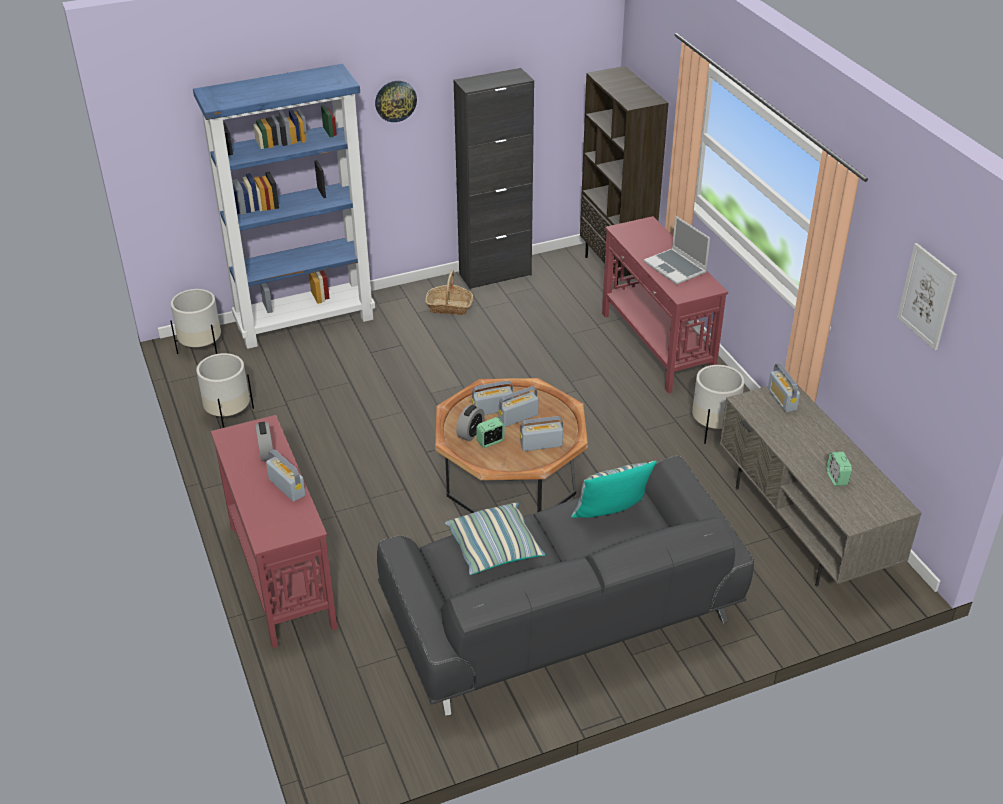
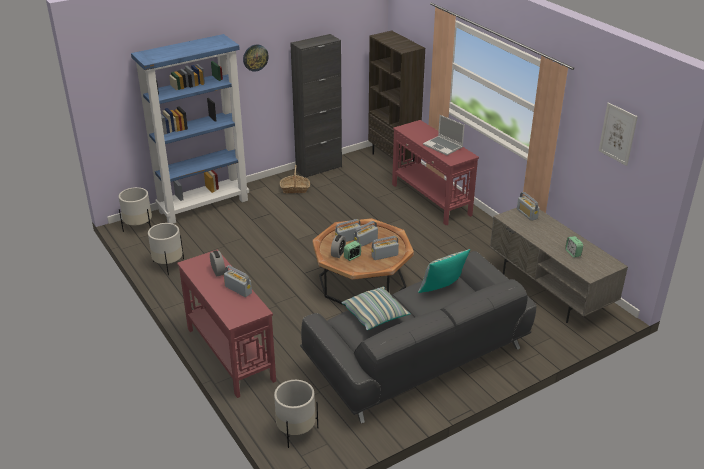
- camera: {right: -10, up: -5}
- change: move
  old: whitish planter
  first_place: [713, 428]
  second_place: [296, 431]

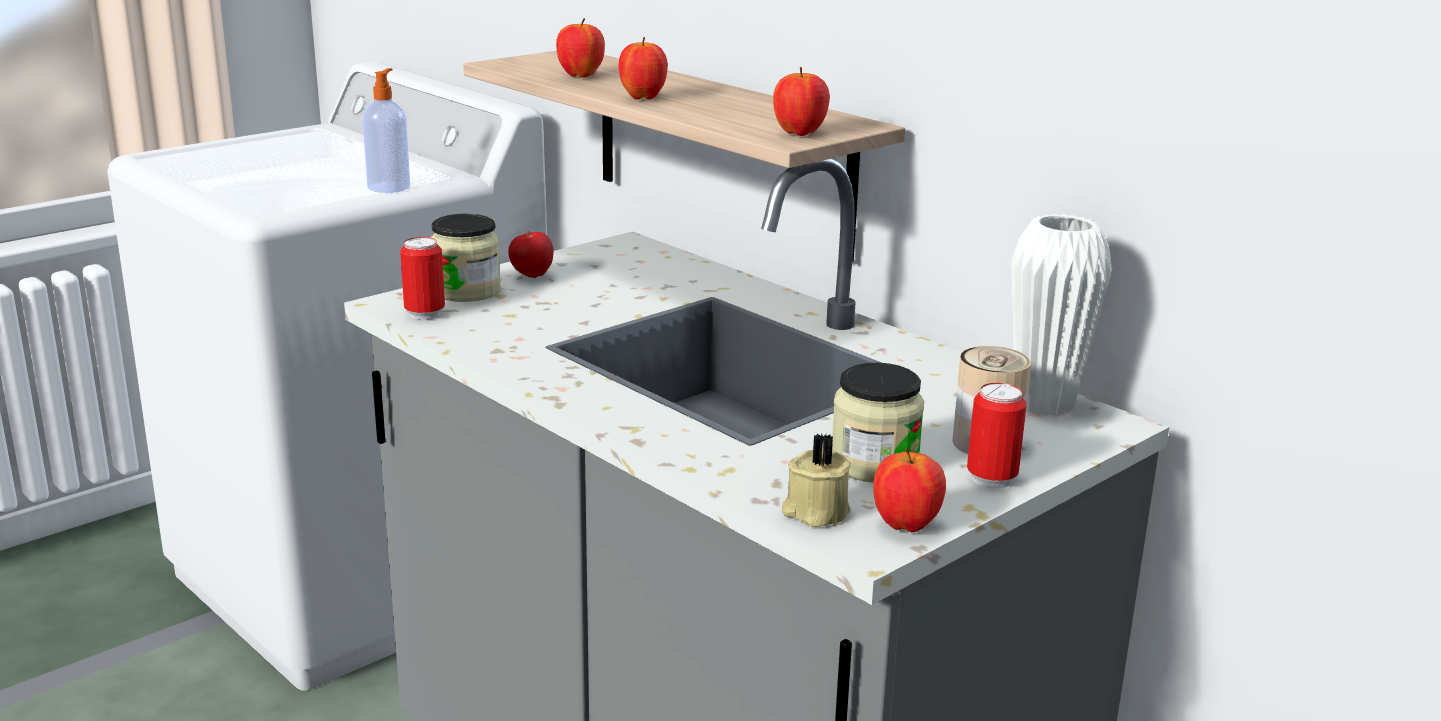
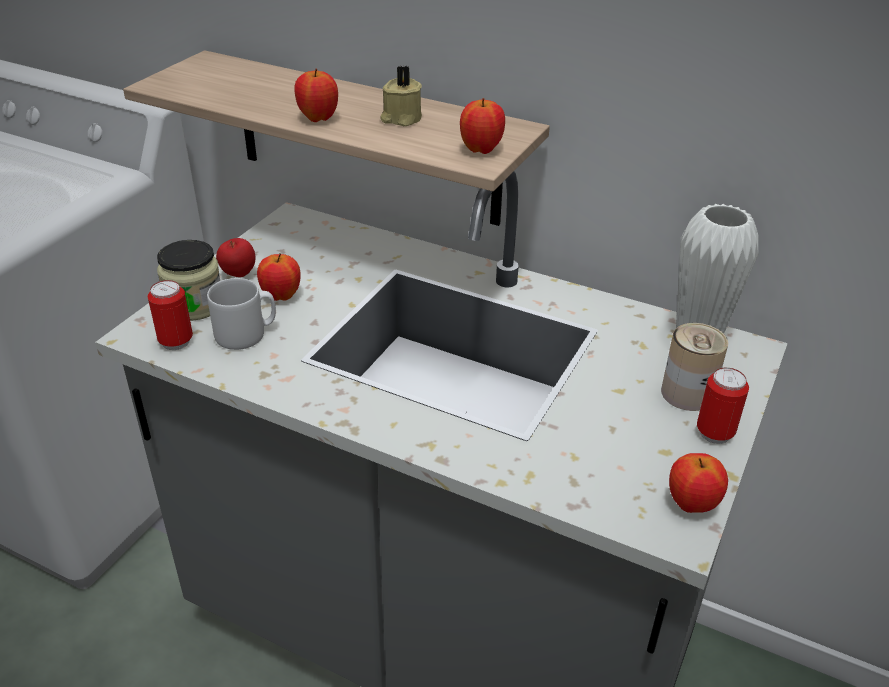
- camera: {right: -20, up: 15}
- change: delete
  old: liquid soap bottle
  first_place: [389, 187]
- change: delete
  old: storage jar
  first_place: [874, 464]
- change: insert
  new: greyish tea mug
  second_place: [246, 334]
- change: move
  old: apple fruit
  first_place: [581, 76]
  second_place: [281, 296]
- change: move
  old: beige-coloured wax light
  first_place: [815, 512]
  second_place: [401, 119]

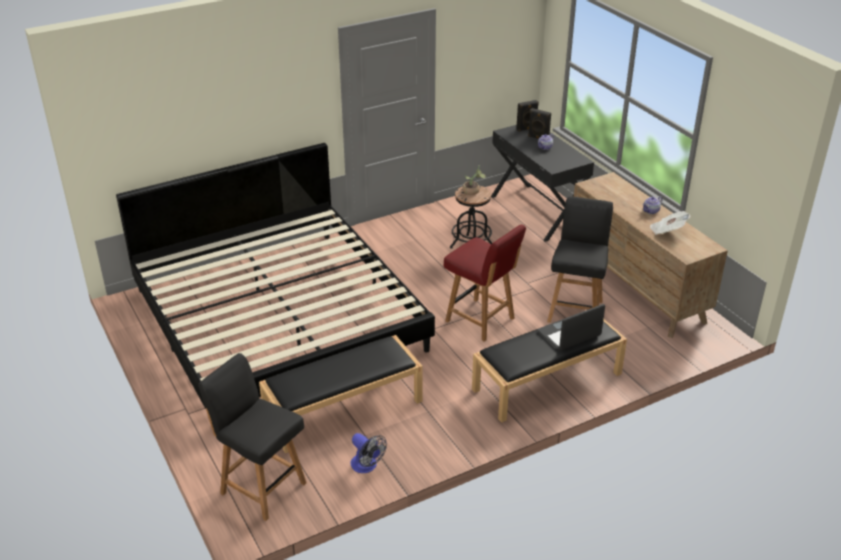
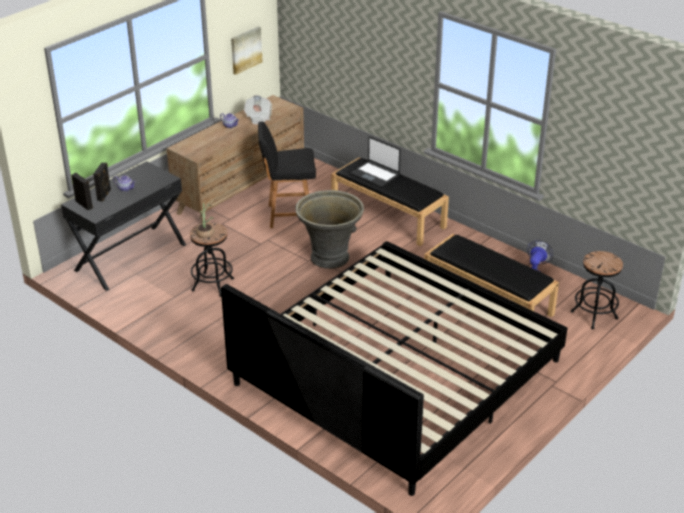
- camera: {right: -110, up: 0}
- change: insert
  new: picture
  second_place: [245, 50]
- change: replace
  old: black-coloured upright chair
  new: black-coloured sitting stool
  first_place: [262, 487]
  second_place: [594, 315]
- change: replace
  old: red-coloured upright chair
  new: greyish planter
  first_place: [481, 320]
  second_place: [330, 257]

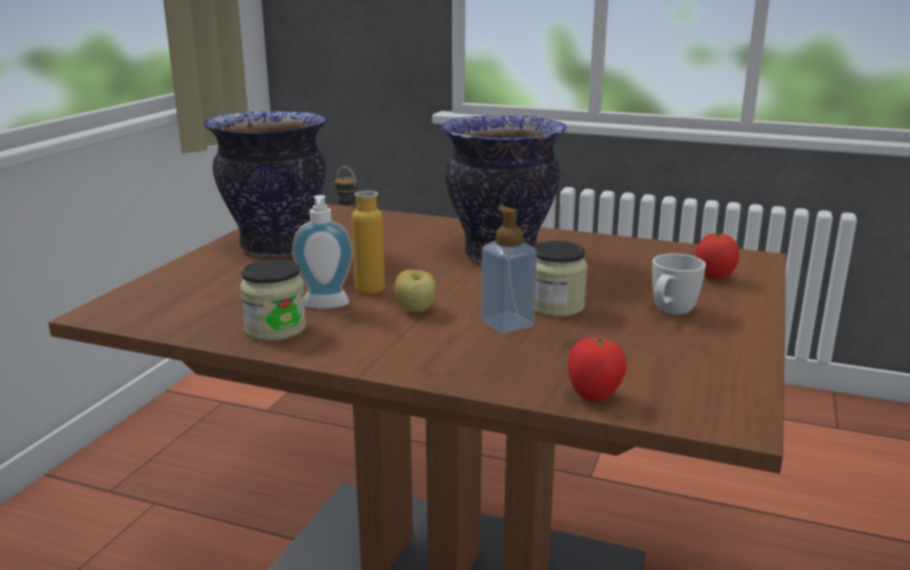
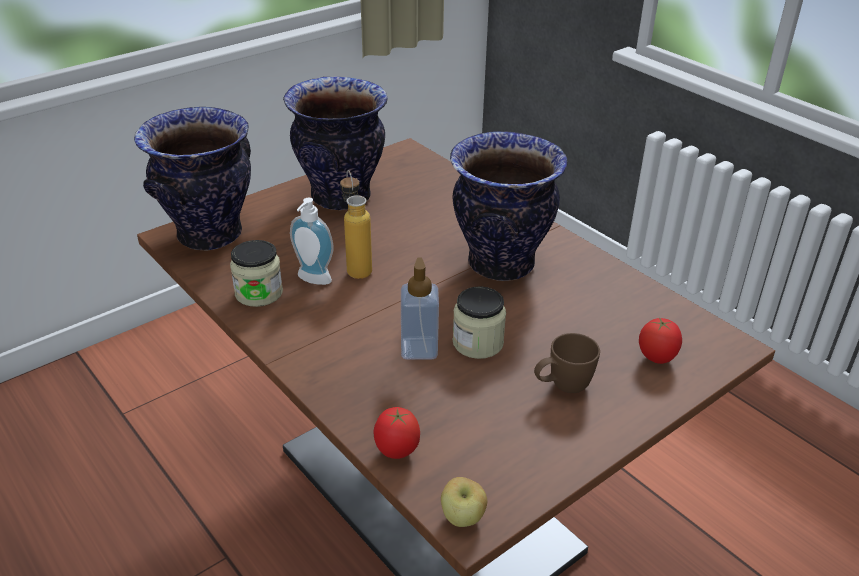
- camera: {right: 30, up: 15}
- change: insert
  new: vase
  second_place: [209, 235]
- change: move
  old: apple fruit
  first_place: [416, 310]
  second_place: [463, 518]
- change: recolor
  old: whitish tea mug
  new: brownish tea mug
  first_place: [670, 313]
  second_place: [562, 387]

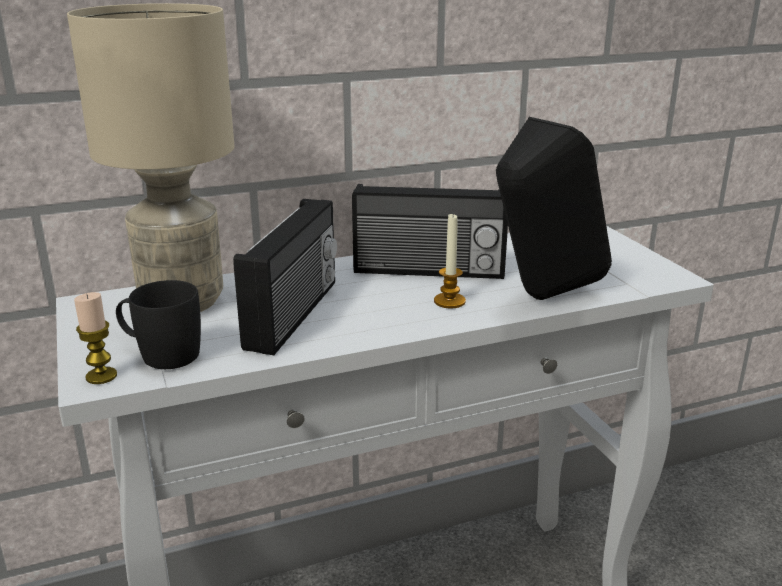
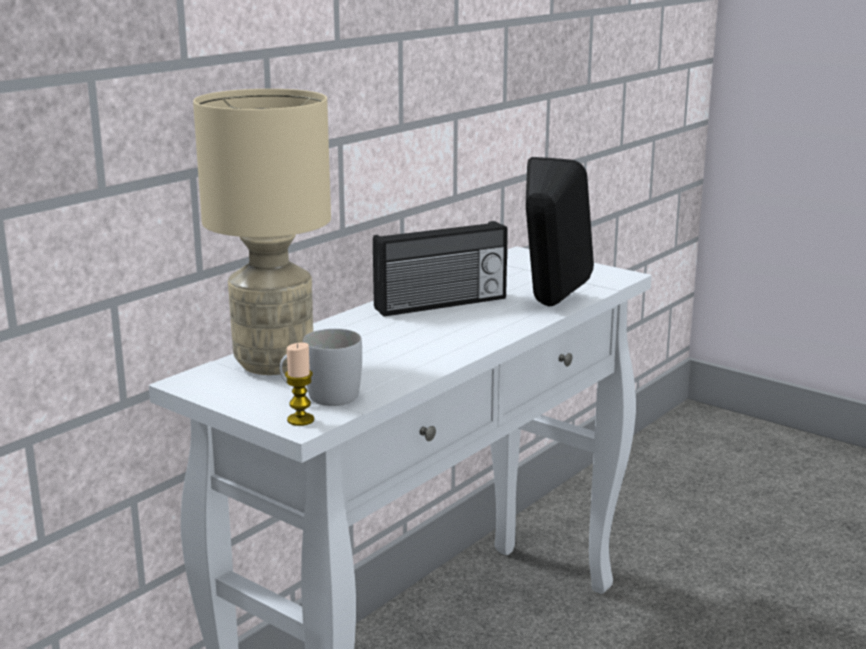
- camera: {right: -30, up: -5}
- change: delete
  old: radio receiver
  first_place: [295, 314]
- change: delete
  old: wax light
  first_place: [449, 301]
- change: recolor
  old: black-coloured tea mug
  new: whitish tea mug
  first_place: [160, 354]
  second_place: [322, 397]

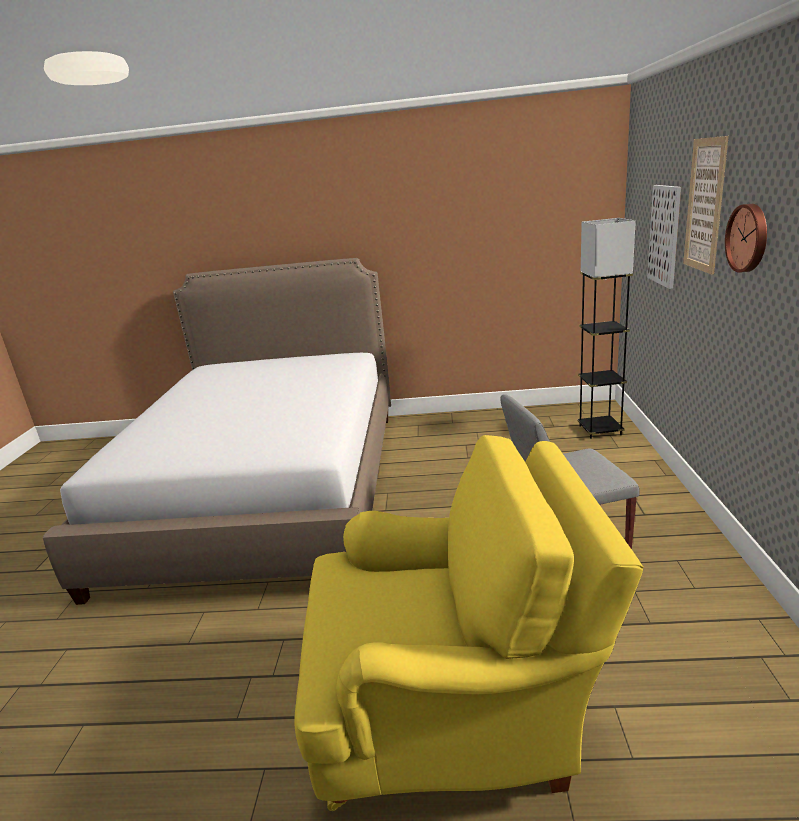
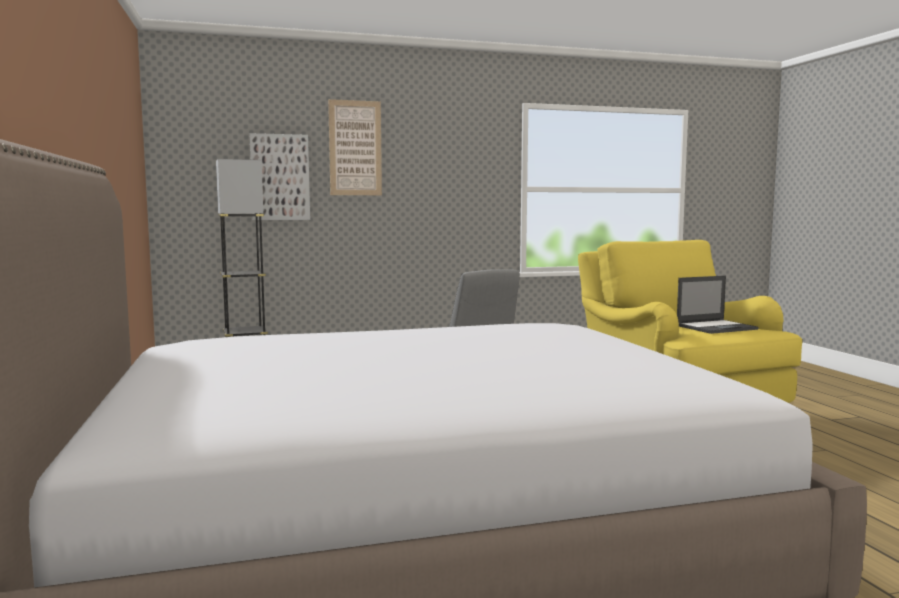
- camera: {right: -110, up: -15}
- change: delete
  old: hanging clock
  first_place: [749, 238]
- change: insert
  new: portable computer
  second_place: [716, 327]

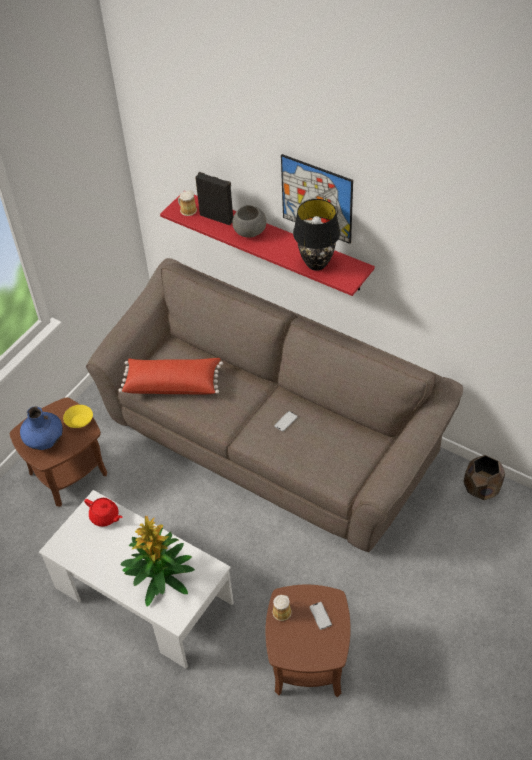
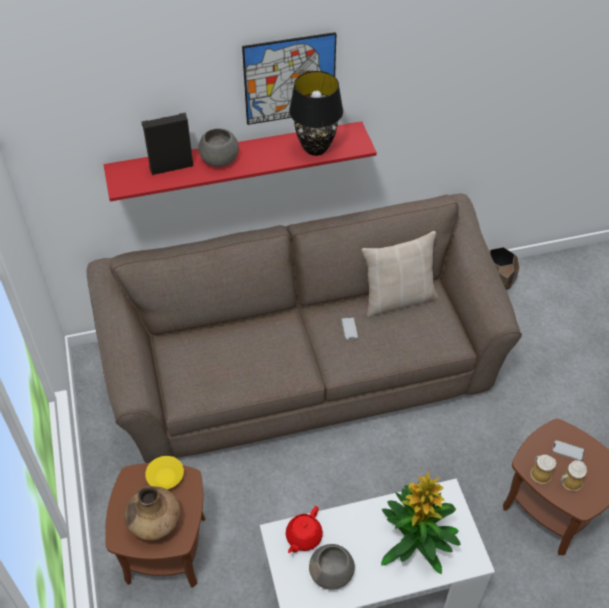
- camera: {right: -50, up: 0}
- change: delete
  old: red-coloured throw pillow
  first_place: [172, 383]
- change: insert
  new: greyish serving bowl
  second_place: [332, 573]
- change: insert
  new: beige-coloured throw pillow
  second_place: [398, 299]
- change: move
  old: tea mug
  first_place: [187, 210]
  second_place: [570, 482]
- change: recolor
  old: bluish vase
  new: brownish vase
  first_place: [45, 440]
  second_place: [155, 523]
- change: rotate
  old: red-coloured pot for tea
  first_place: [105, 517]
  second_place: [303, 537]
  degrees: 135

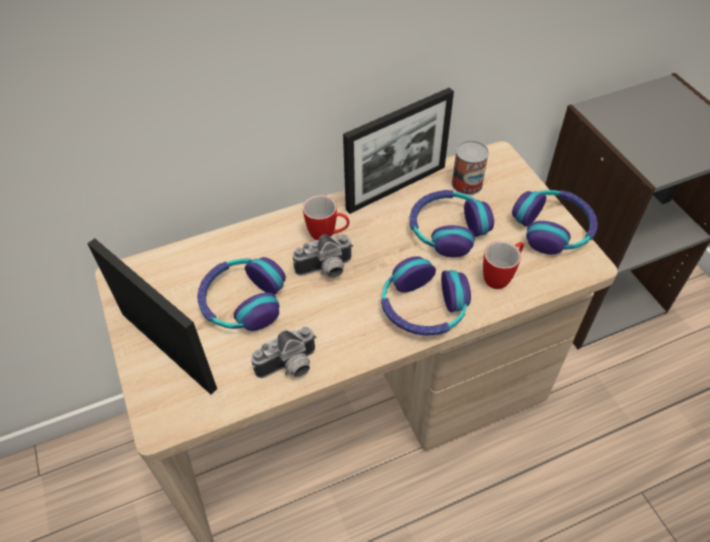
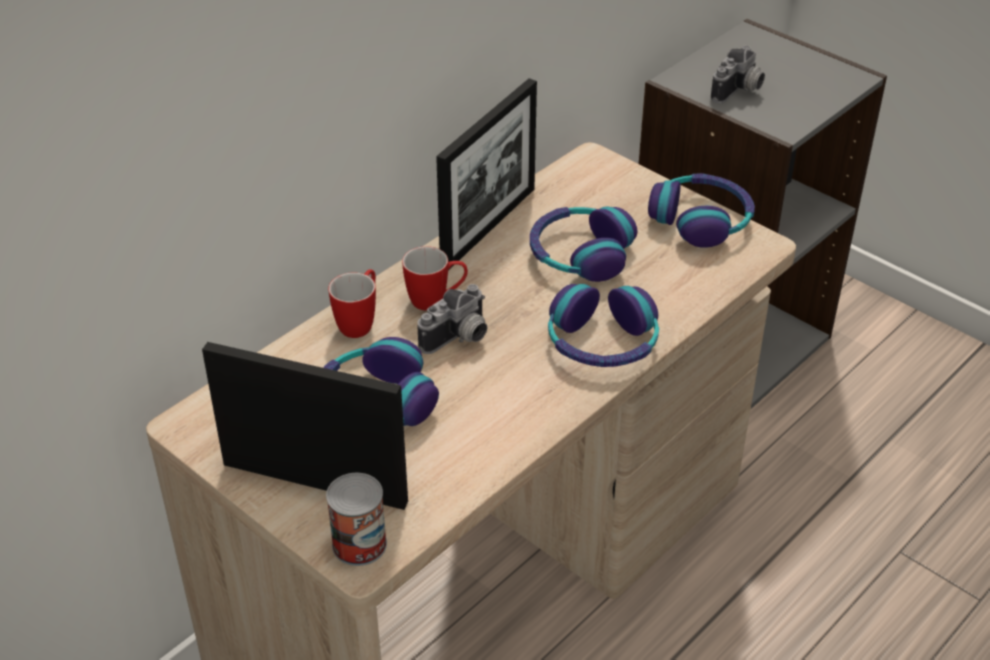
- camera: {right: -25, up: -10}
- change: move
  old: still camera
  first_place: [289, 367]
  second_place: [739, 91]
- change: move
  old: sealed can
  first_place: [467, 184]
  second_place: [359, 544]
- change: move
  old: tea mug
  first_place: [501, 276]
  second_place: [360, 322]

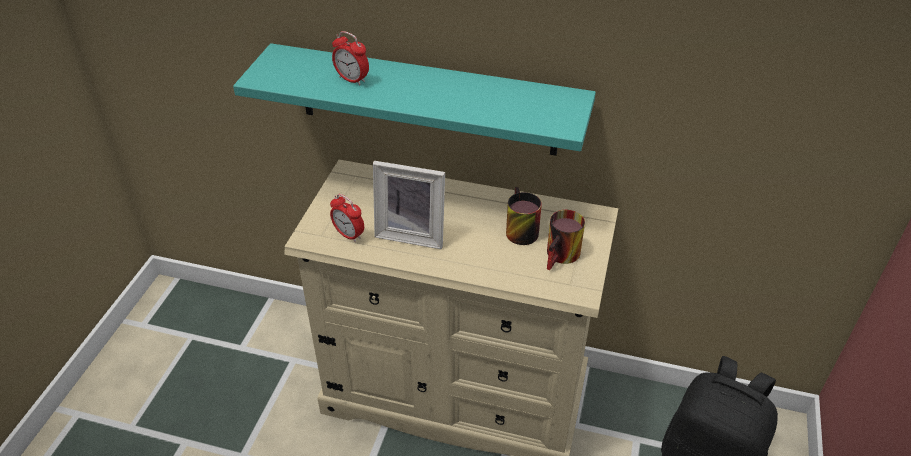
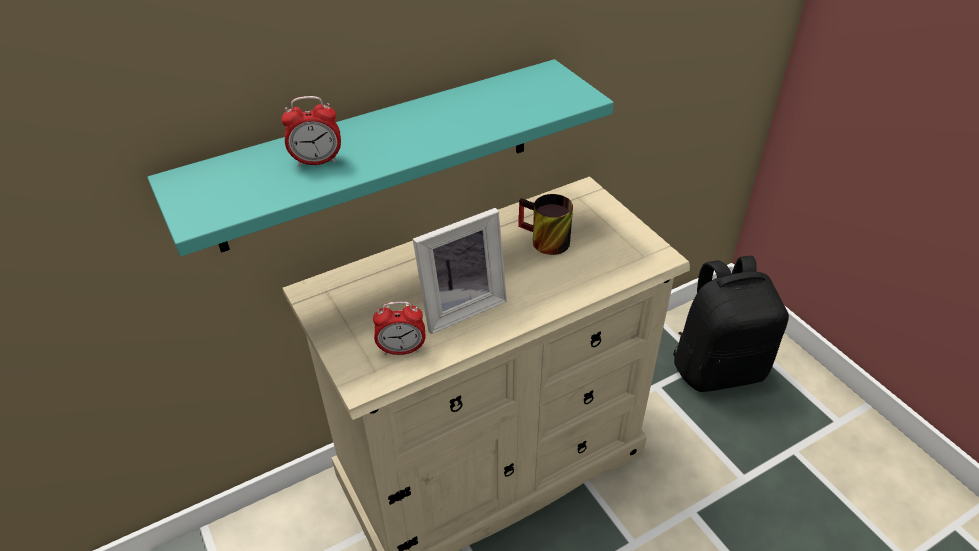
- camera: {right: -45, up: 0}
- change: delete
  old: tea mug
  first_place: [563, 257]

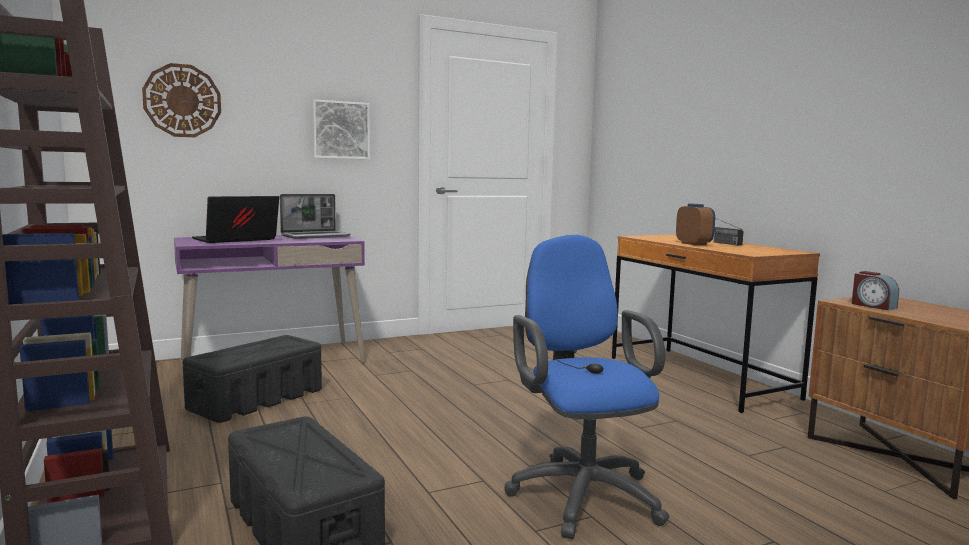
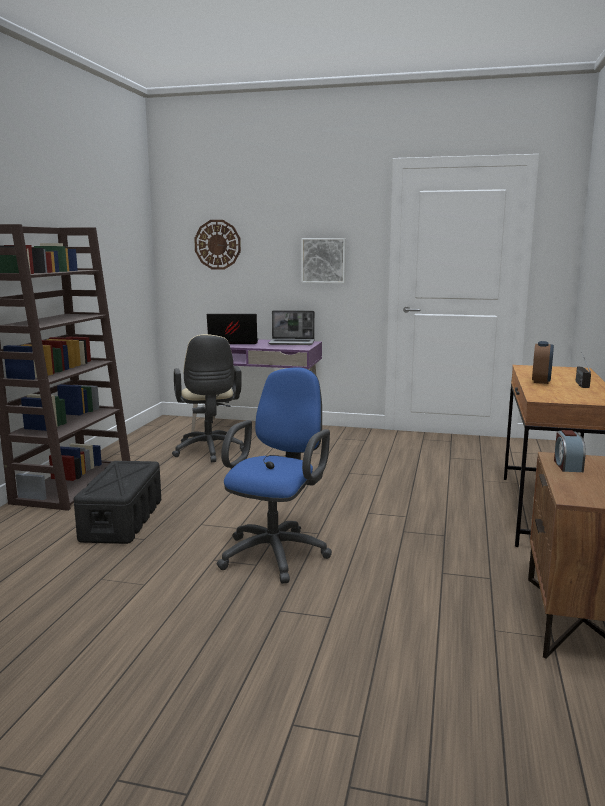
- camera: {right: 40, up: 5}
- change: replace
  old: black-coloured storage container
  new: beige-coloured desk chair
  first_place: [256, 399]
  second_place: [209, 452]

